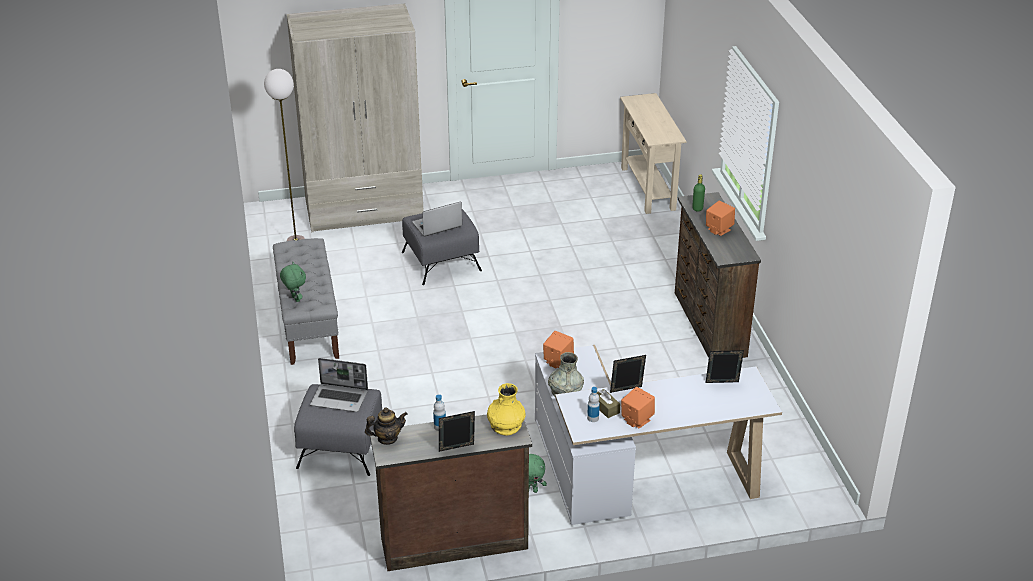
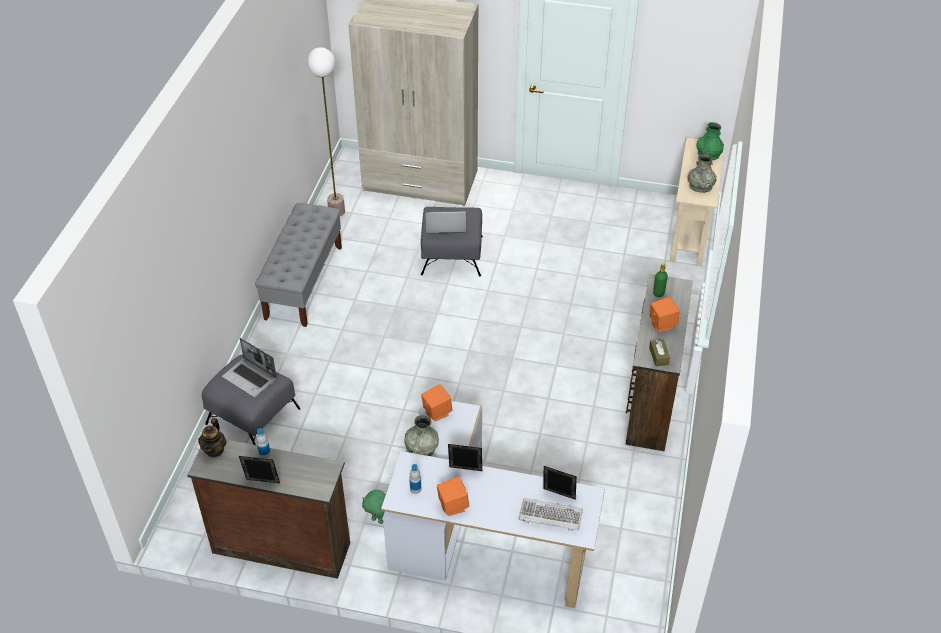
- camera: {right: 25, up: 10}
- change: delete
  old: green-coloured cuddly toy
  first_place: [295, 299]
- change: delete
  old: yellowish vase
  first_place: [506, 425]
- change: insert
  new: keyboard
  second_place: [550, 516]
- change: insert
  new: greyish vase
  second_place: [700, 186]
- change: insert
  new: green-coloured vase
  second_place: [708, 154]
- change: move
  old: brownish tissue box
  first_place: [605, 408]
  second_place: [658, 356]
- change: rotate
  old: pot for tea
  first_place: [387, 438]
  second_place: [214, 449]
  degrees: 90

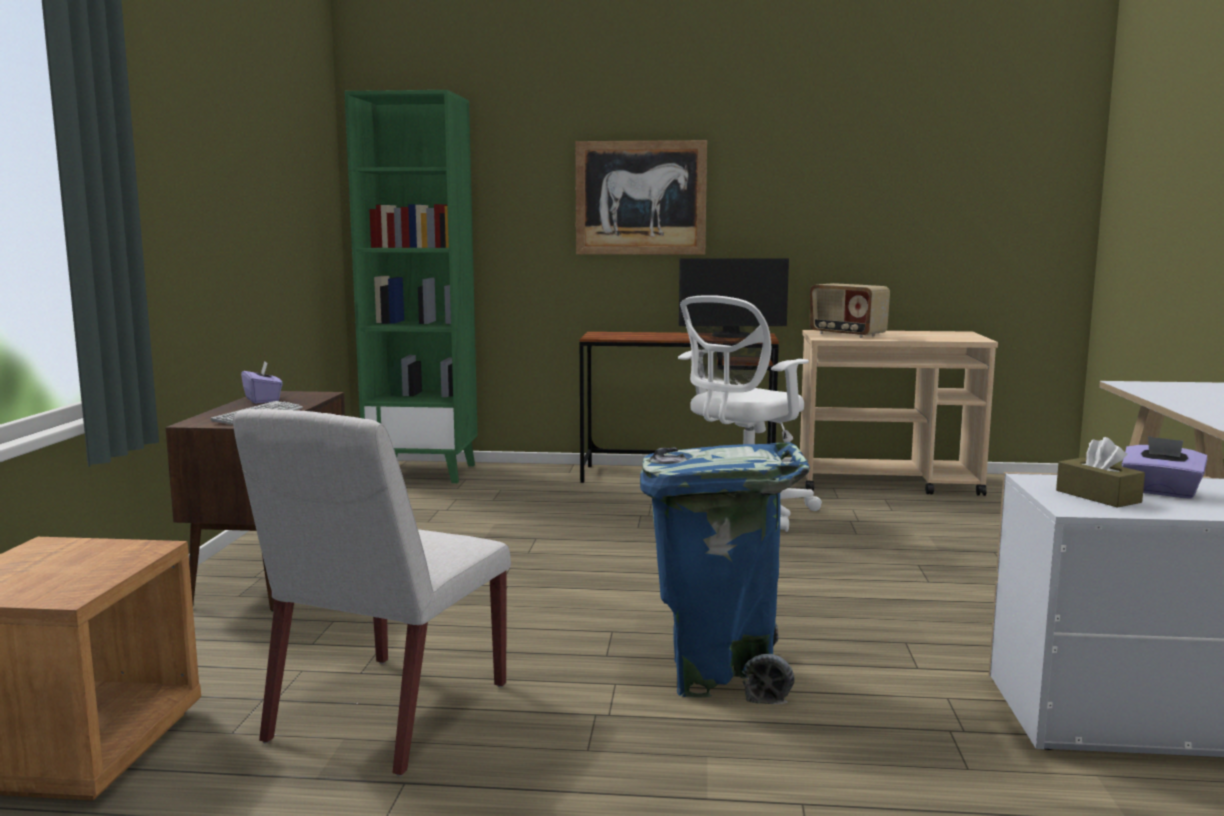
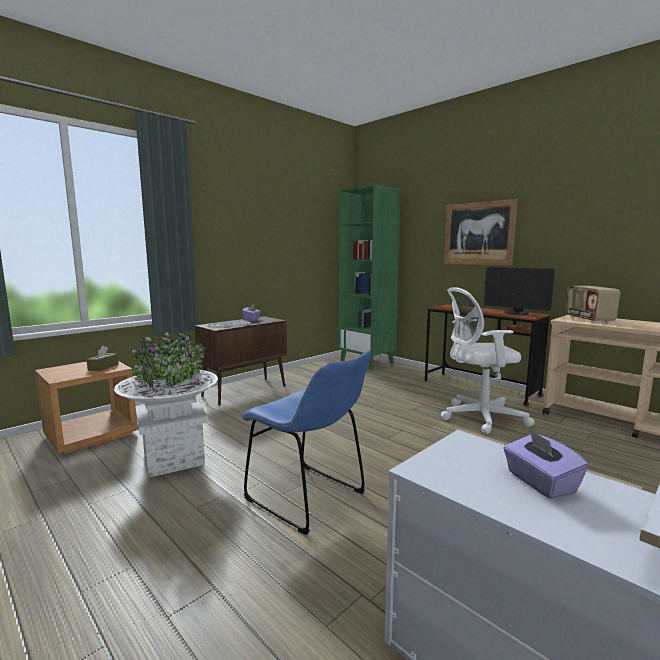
- camera: {right: 40, up: 0}
- change: move
  old: brownish tissue box
  first_place: [1098, 496]
  second_place: [103, 367]
- change: replace
  old: whitish upright chair
  new: whitish planter
  first_place: [387, 713]
  second_place: [173, 459]
- change: replace
  old: bluish rubbish bin
  new: bluish upright chair
  first_place: [721, 675]
  second_place: [309, 498]

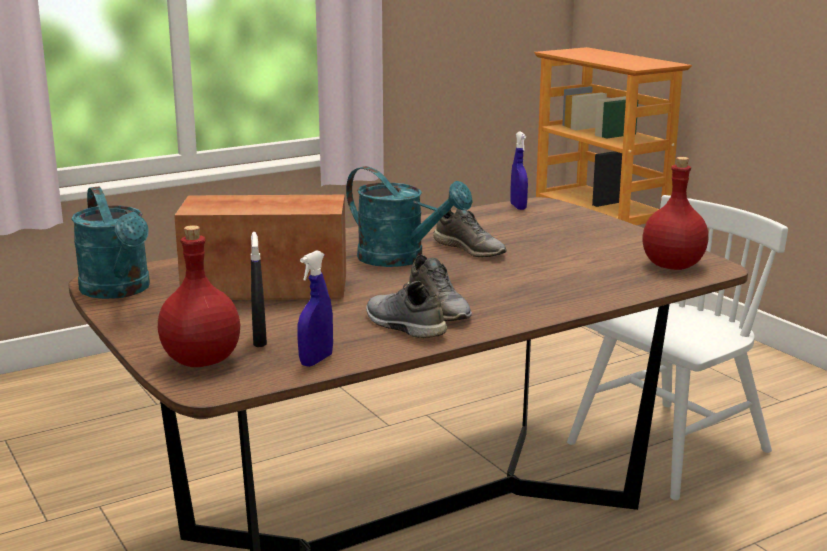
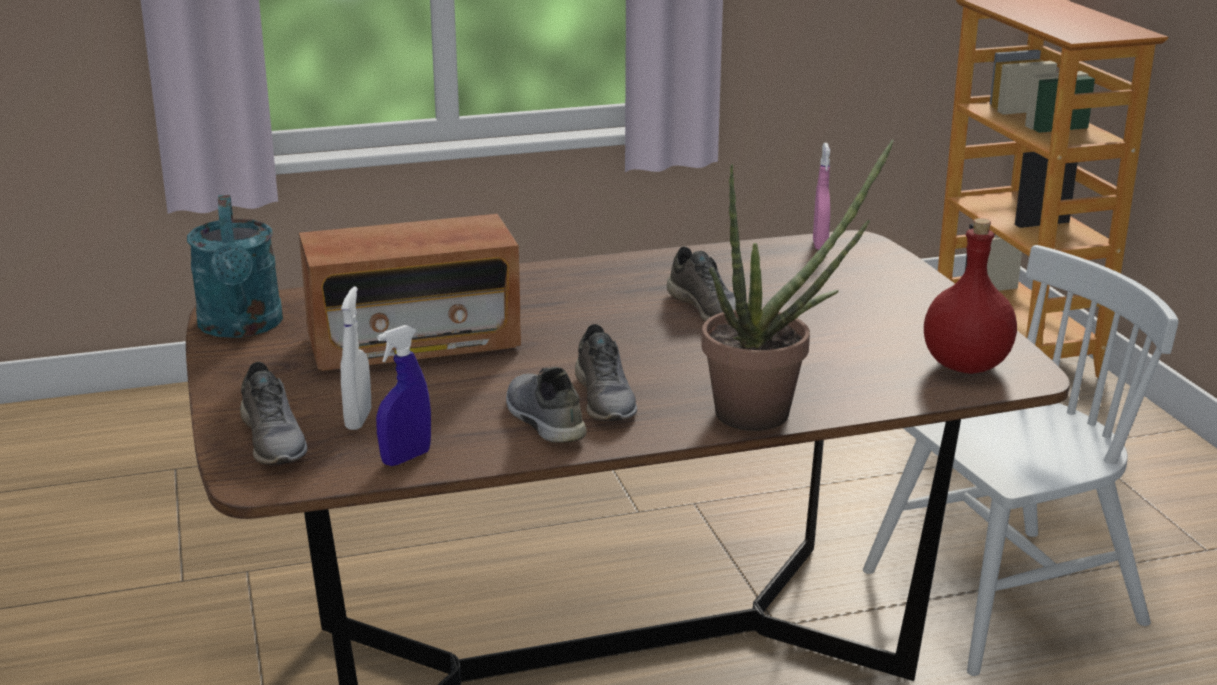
- camera: {right: 15, up: 5}
- change: delete
  old: turquoise sprinkling can
  first_place: [401, 259]
- change: insert
  new: plant in a pot
  second_place: [769, 412]
- change: replace
  old: red-coloured bottle
  new: greyish low shoe
  first_place: [201, 360]
  second_place: [275, 440]
- change: recolor
  old: black-coloured spray bottle
  new: whitish spray bottle
  first_place: [259, 340]
  second_place: [358, 419]
- change: recolor
  old: bluish spray bottle
  new: pinkish spray bottle
  first_place: [518, 207]
  second_place: [820, 245]
- change: rotate
  old: radio receiver
  first_place: [266, 288]
  second_place: [413, 343]
  degrees: 150

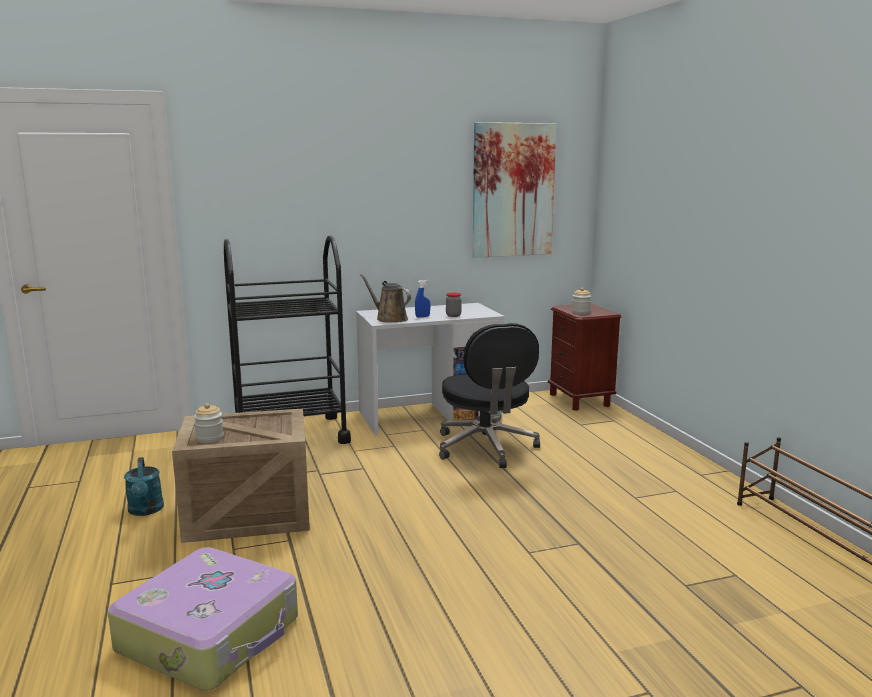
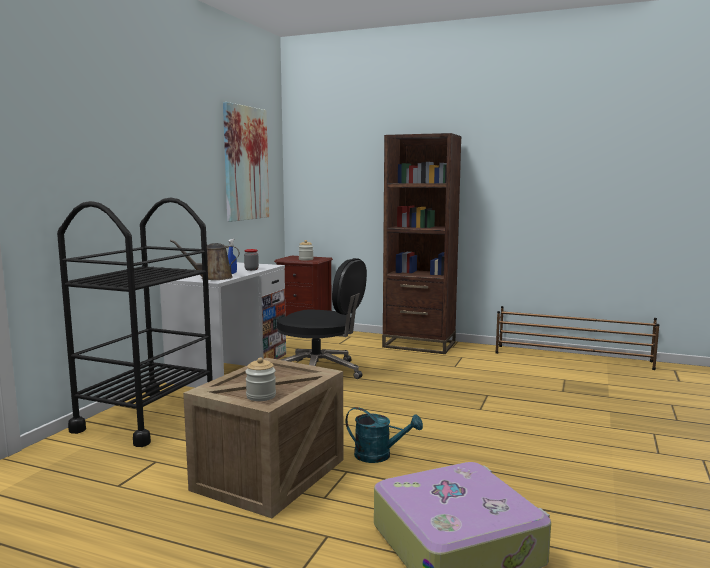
- camera: {right: -50, up: -5}
- change: insert
  new: brownish shelving unit
  second_place: [419, 345]
- change: move
  old: turquoise sprinkling can
  first_place: [146, 510]
  second_place: [379, 456]

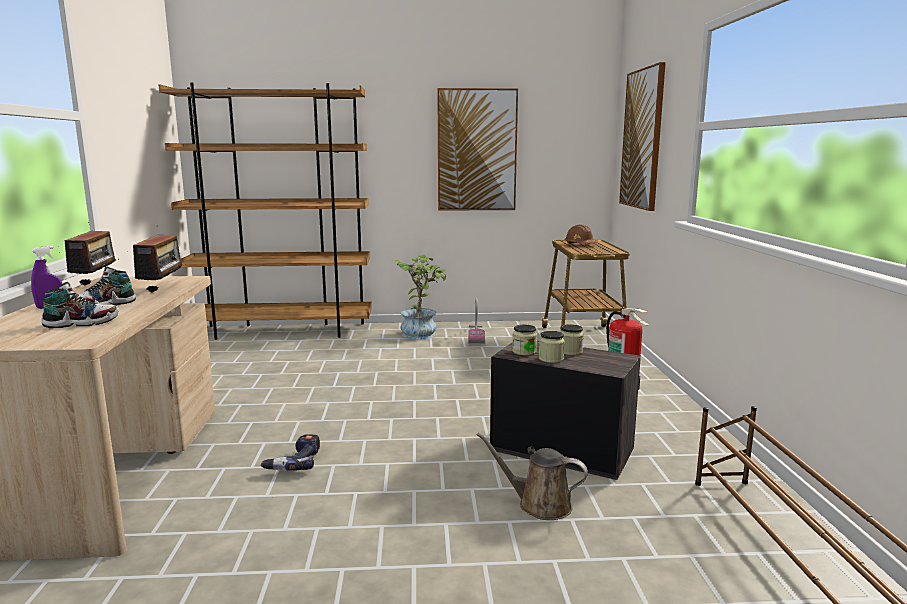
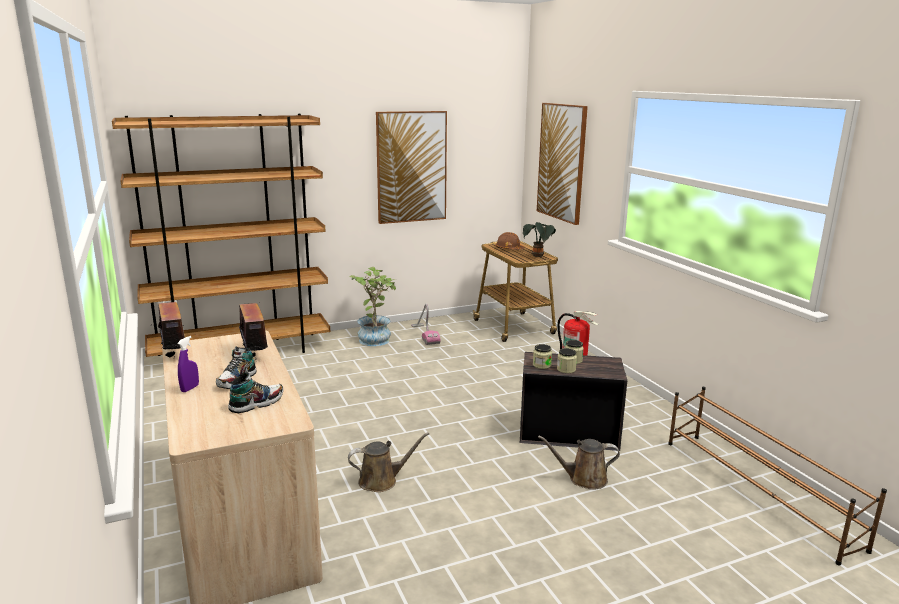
- camera: {right: -20, up: 5}
- change: insert
  new: plant in a pot
  second_place: [538, 256]
- change: replace
  old: drill
  new: brownish sprinkling can
  first_place: [294, 462]
  second_place: [381, 481]

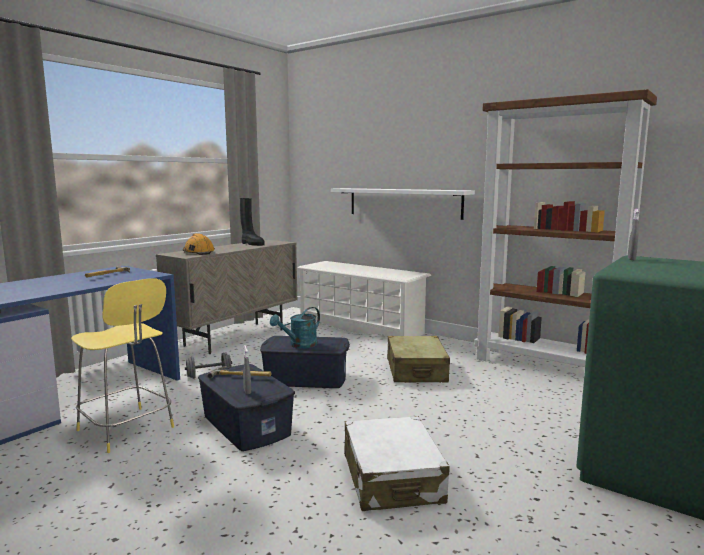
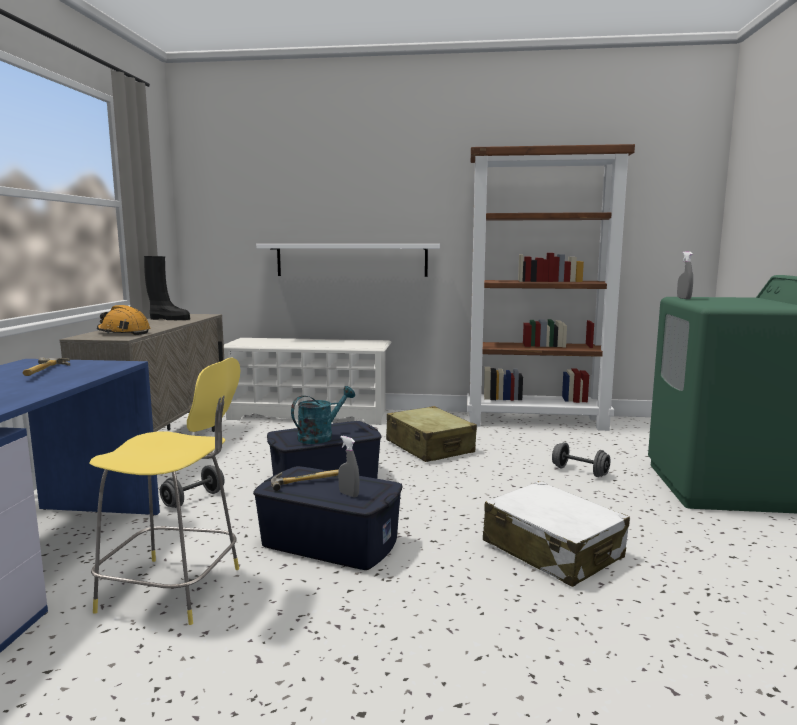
- camera: {right: -30, up: 0}
- change: insert
  new: greyish dumbbell
  second_place: [580, 472]
- change: rotate
  old: turquoise sprinkling can
  first_place: [299, 345]
  second_place: [320, 436]
  degrees: -150

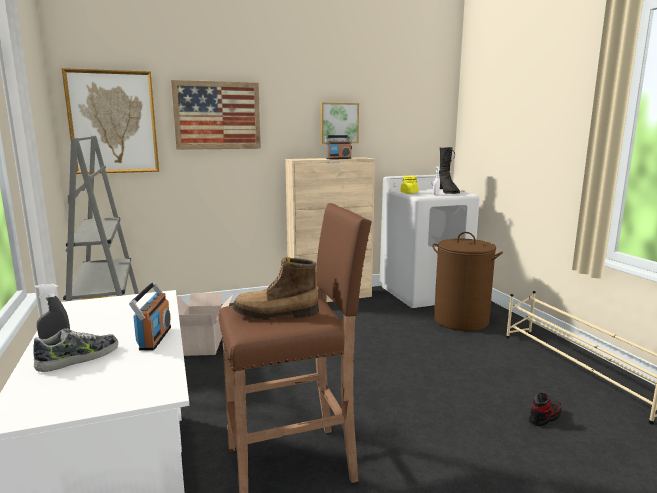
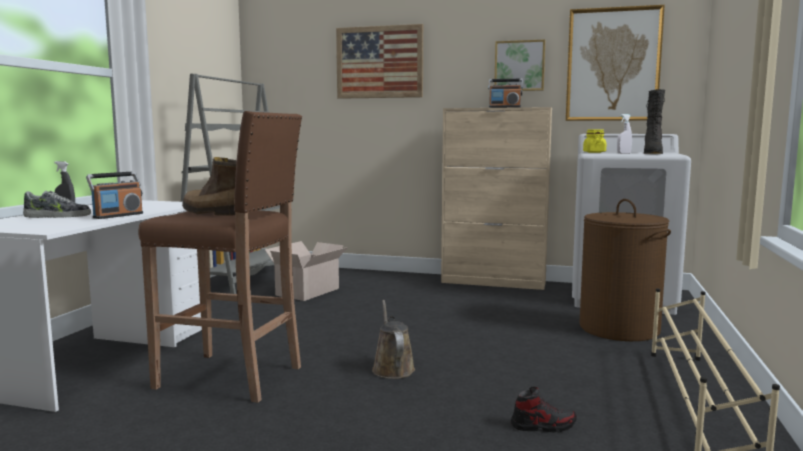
- camera: {right: 35, up: -5}
- change: insert
  new: brownish sprinkling can
  second_place: [392, 368]
- change: move
  old: picture
  first_place: [113, 122]
  second_place: [613, 65]

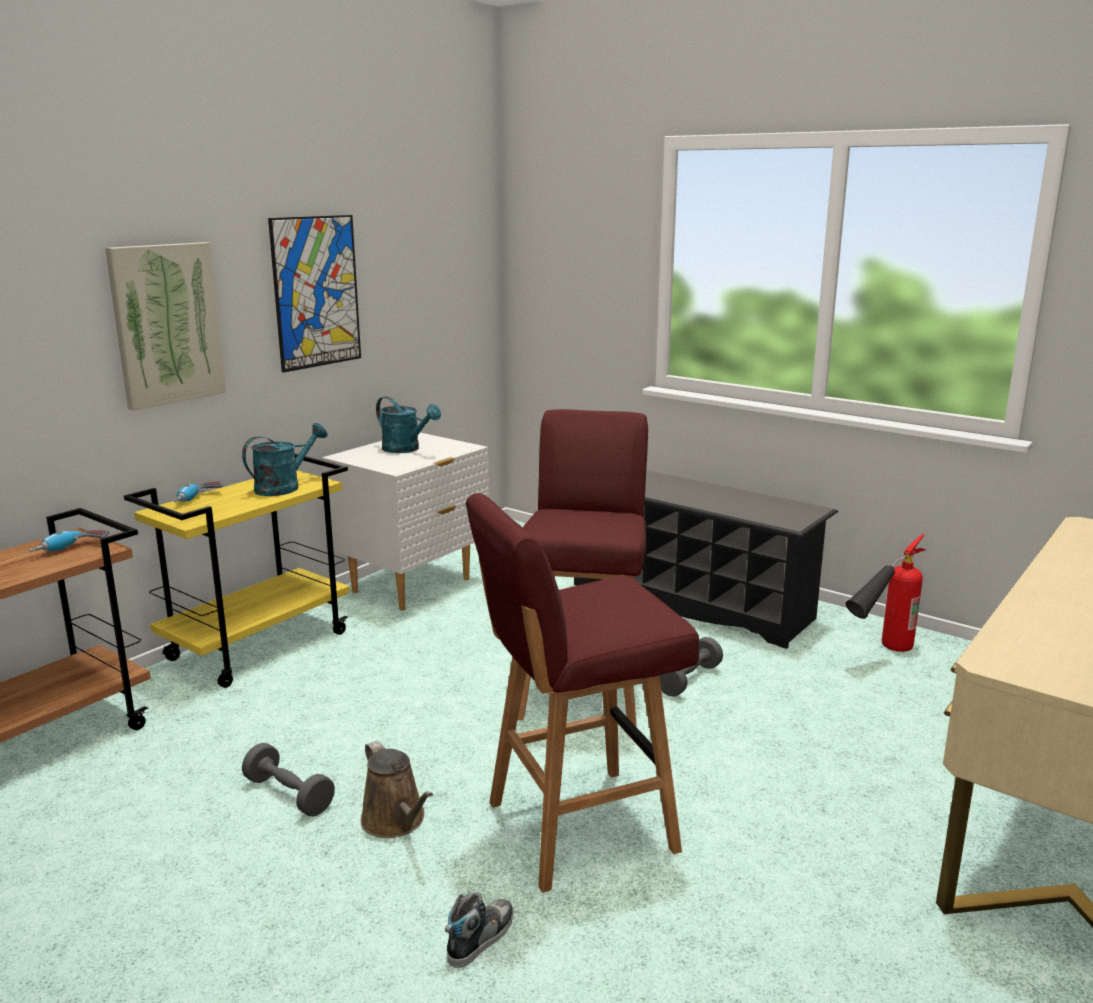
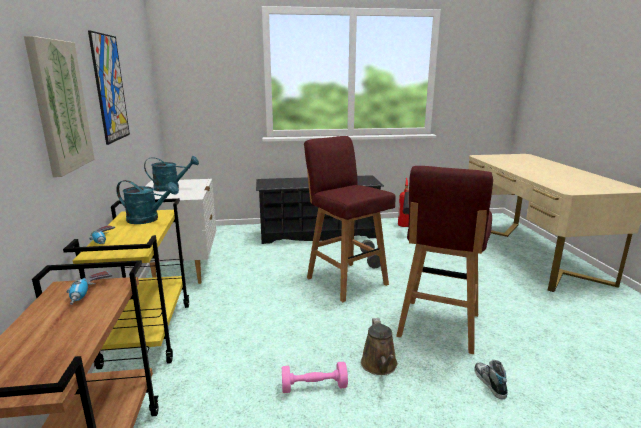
- camera: {right: -45, up: 0}
- change: recolor
  old: greyish dumbbell
  new: pinkish dumbbell
  first_place: [289, 795]
  second_place: [314, 387]
- change: rotate
  old: turquoise sprinkling can
  first_place: [284, 487]
  second_place: [148, 219]
  degrees: 105
- change: rotate
  old: brownish sprinkling can
  first_place: [396, 821]
  second_place: [379, 366]
  degrees: 75

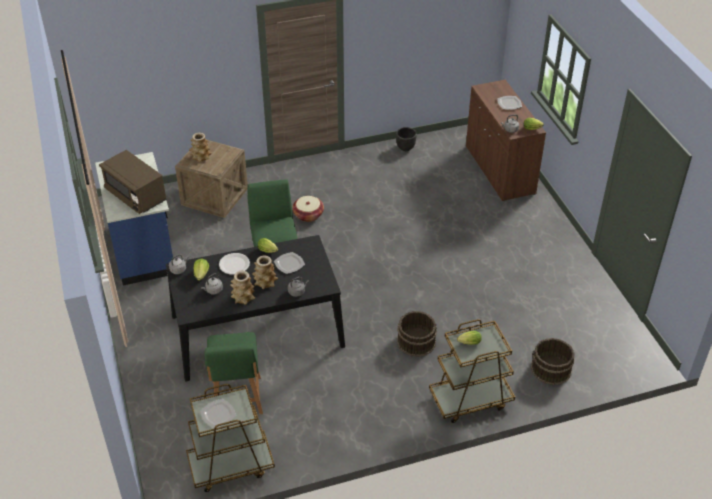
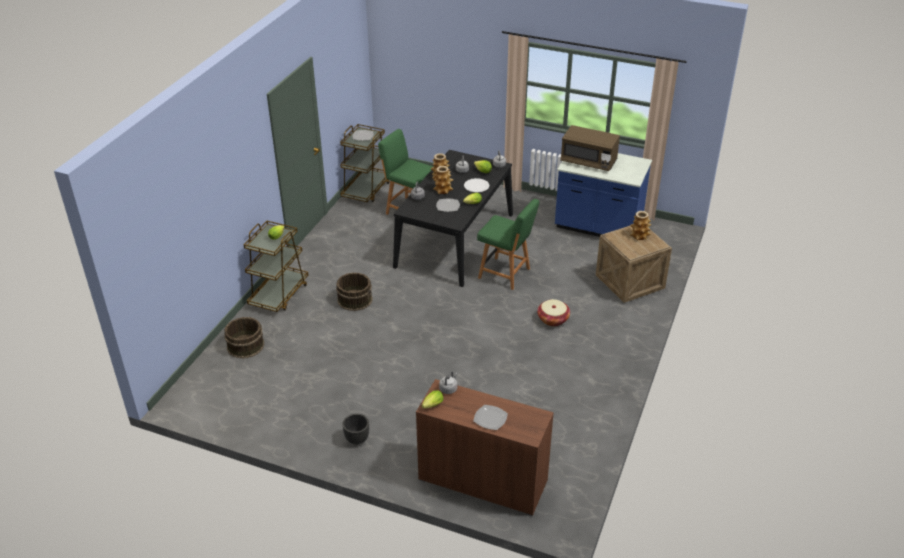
- camera: {right: 130, up: -5}
- change: move
  old: black-coloured planter
  first_place: [405, 148]
  second_place: [357, 439]
- change: rotate
  old: brownish microwave oven
  first_place: [135, 196]
  second_place: [588, 161]
  degrees: -150

